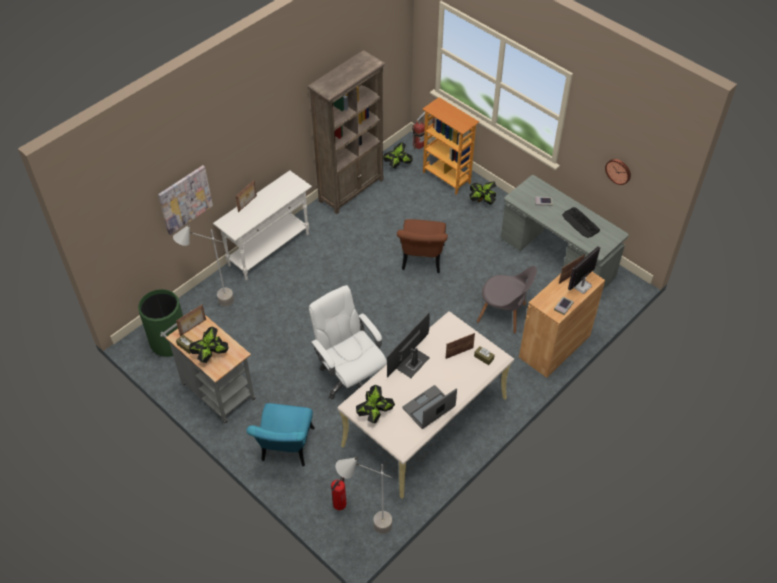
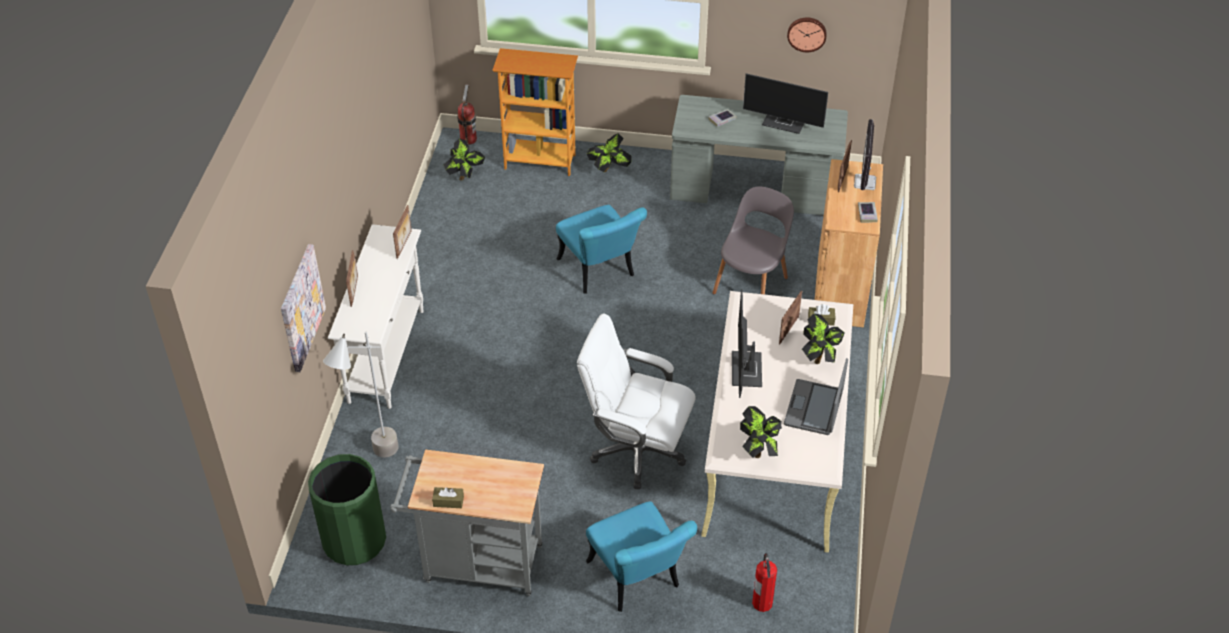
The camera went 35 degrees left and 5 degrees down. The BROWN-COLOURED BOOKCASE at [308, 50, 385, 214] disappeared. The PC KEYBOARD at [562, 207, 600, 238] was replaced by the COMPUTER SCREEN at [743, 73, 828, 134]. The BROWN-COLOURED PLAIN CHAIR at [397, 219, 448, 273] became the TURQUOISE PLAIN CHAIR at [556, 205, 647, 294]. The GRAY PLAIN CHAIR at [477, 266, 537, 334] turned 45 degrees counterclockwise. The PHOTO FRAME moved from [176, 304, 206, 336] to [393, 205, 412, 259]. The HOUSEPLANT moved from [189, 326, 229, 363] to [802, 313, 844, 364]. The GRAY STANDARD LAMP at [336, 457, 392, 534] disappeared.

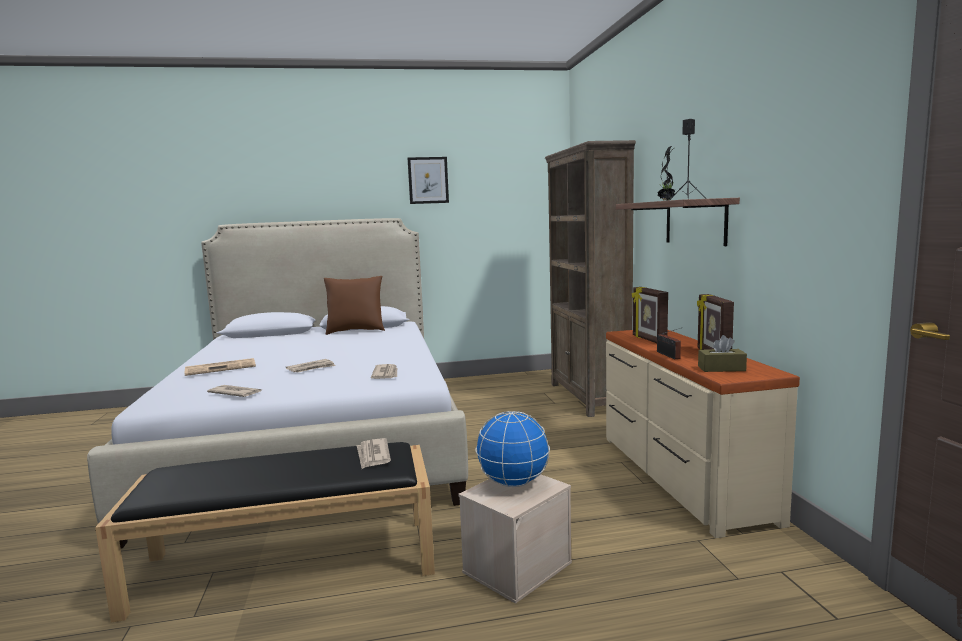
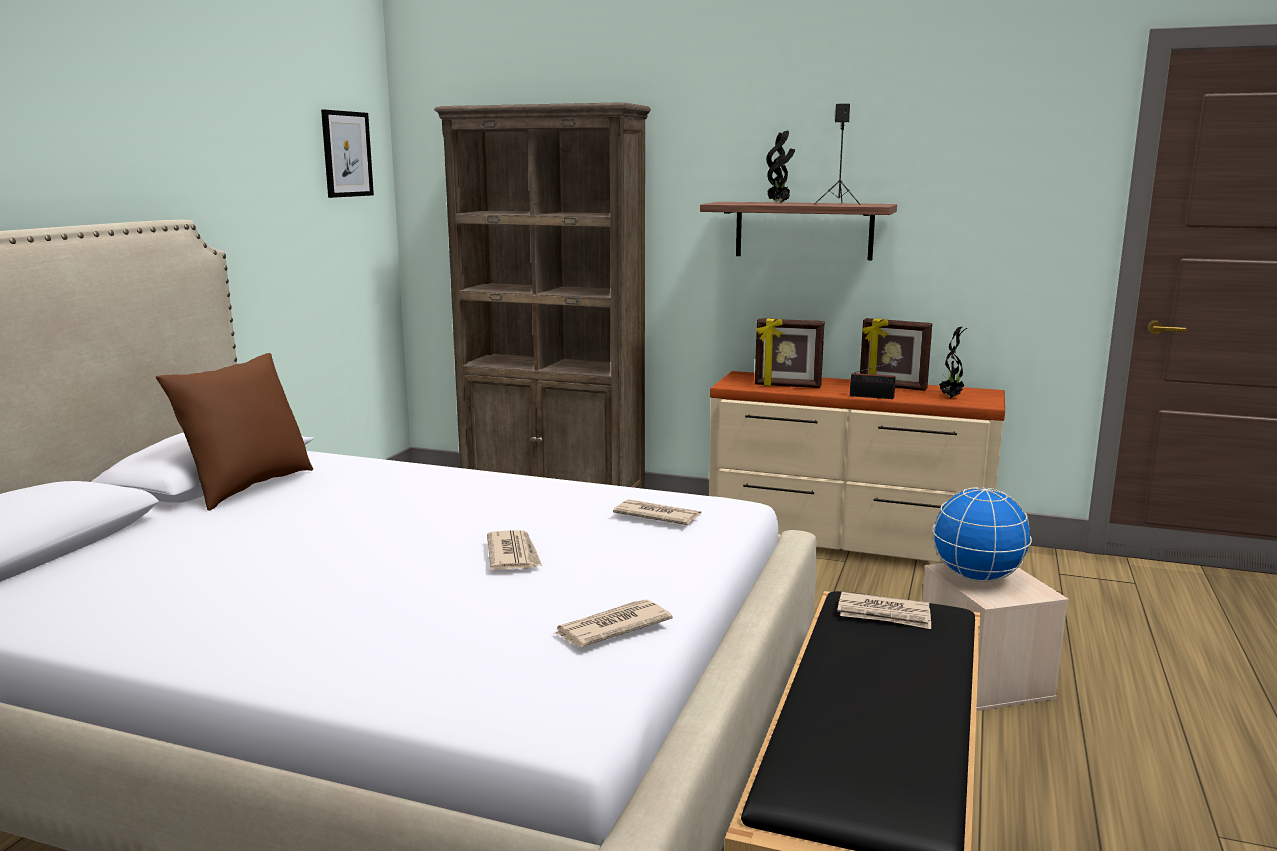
The camera went 60 degrees left and 5 degrees up. The PICTURE moved from [408, 157, 449, 204] to [321, 110, 374, 198]. The BROWN-COLOURED TISSUE HOLDER at [698, 335, 747, 372] was replaced by the HOUSEPLANT at [939, 327, 967, 398]. The PRINTED PAPER at [185, 358, 256, 376] disappeared.

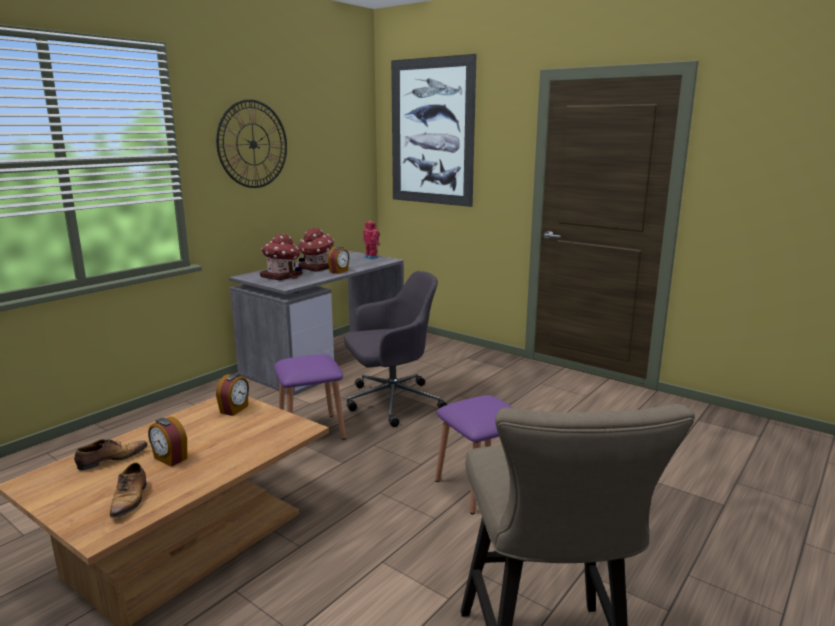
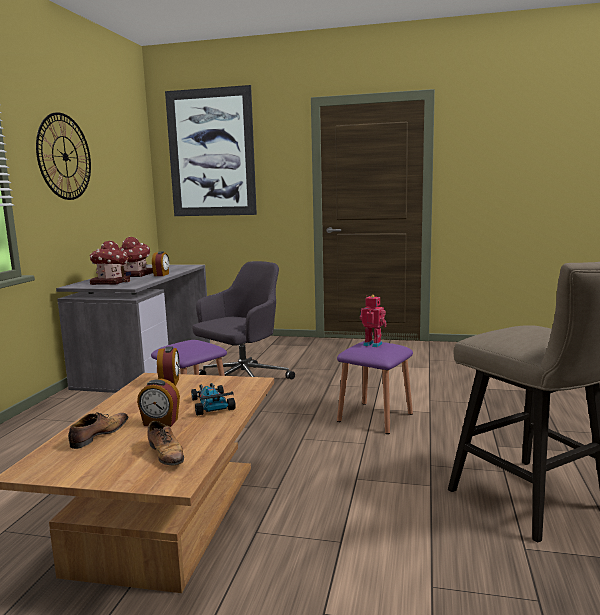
The camera went 25 degrees left and 5 degrees down. The MODEL ROBOT moved from [363, 220, 380, 259] to [360, 295, 387, 347]. The TOY CAR at [191, 383, 236, 415] appeared.

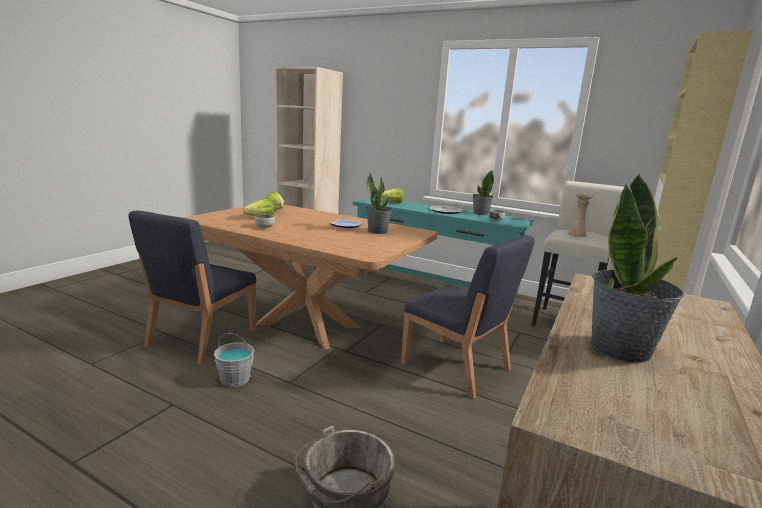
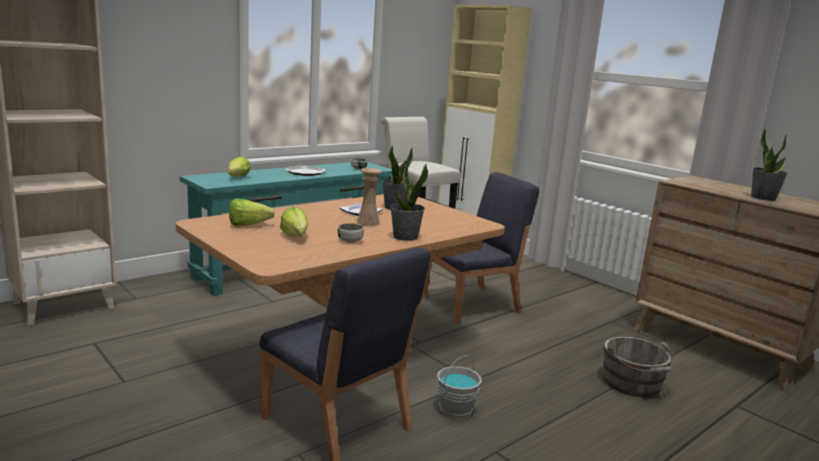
The camera went 70 degrees left and 0 degrees up. The HOUSEPLANT moved from [473, 170, 494, 215] to [390, 162, 428, 241]. The BEIGE DECORATIVE VASE moved from [568, 194, 593, 237] to [357, 168, 382, 226].

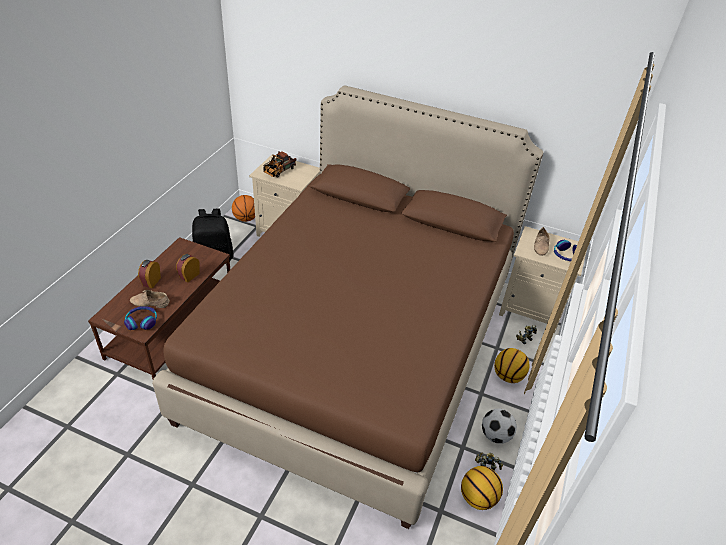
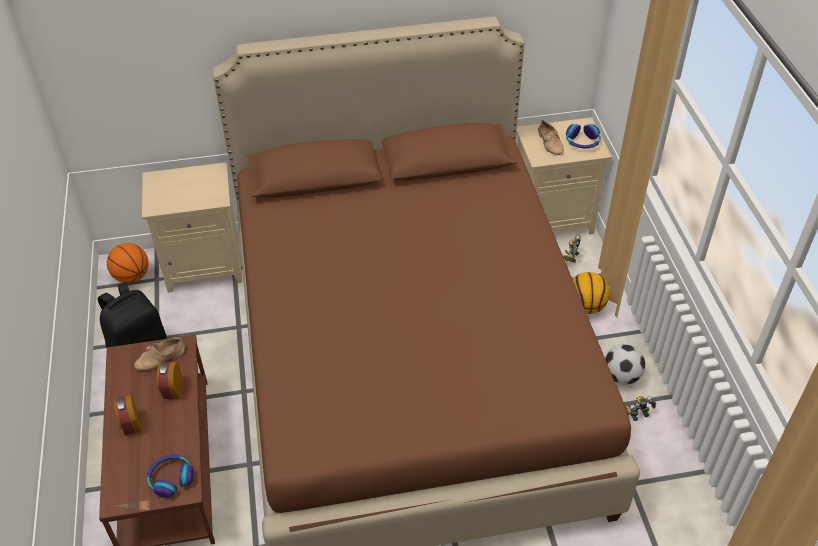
The camera went 30 degrees left and 5 degrees up. The TOY TRUCK at [263, 151, 297, 177] disappeared. The BEIGE SHOE moved from [130, 290, 170, 308] to [134, 337, 185, 371]. The BASKETBALL at [461, 466, 503, 510] disappeared.

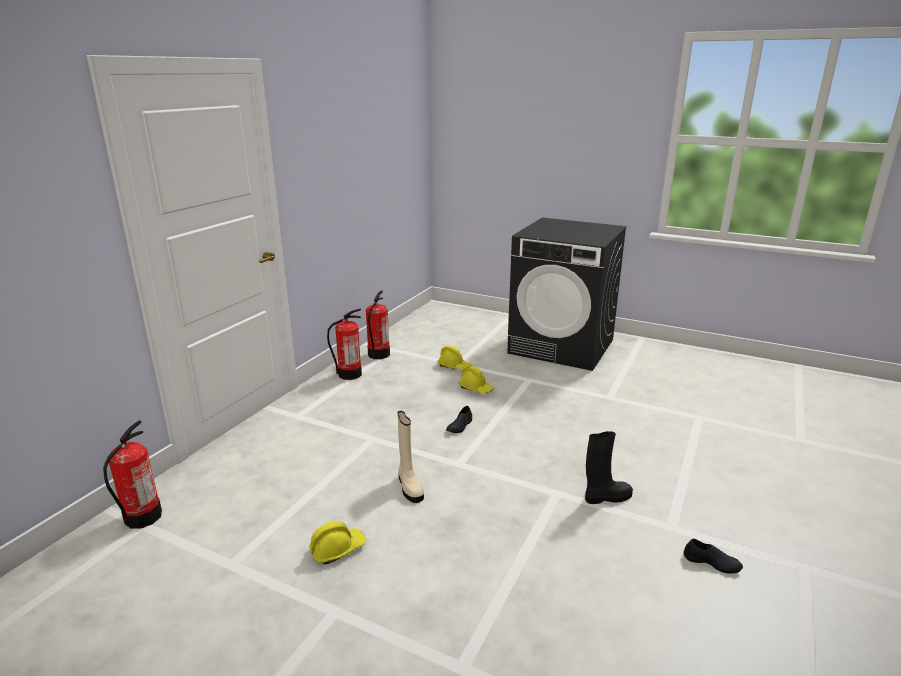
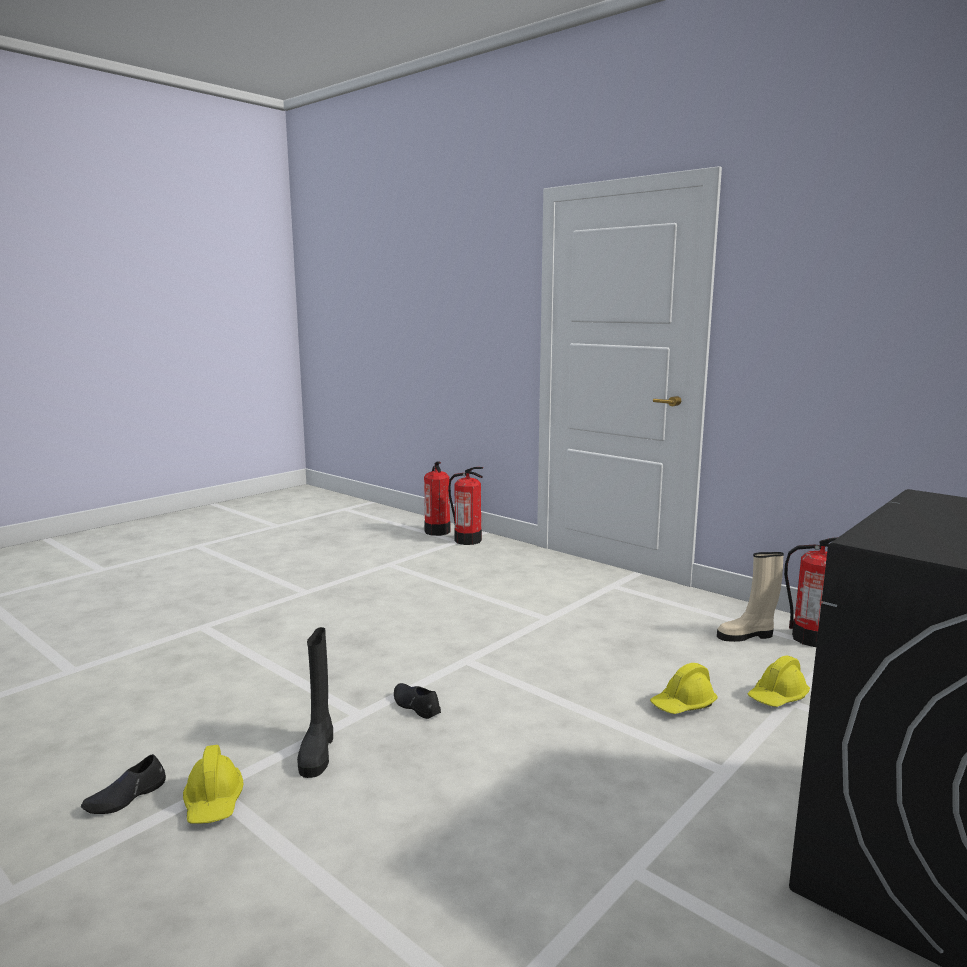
The camera went 105 degrees right and 10 degrees down. The FIRE-FIGHTING CYLINDER moved from [327, 309, 362, 380] to [424, 461, 451, 536]. The BLACKISH SHOE moved from [446, 406, 472, 433] to [394, 683, 441, 719]. The BEIGE HIGH-TOP BOOT moved from [398, 411, 424, 503] to [717, 552, 784, 642]. The YELLOWISH WORK HELMET moved from [309, 521, 366, 565] to [183, 745, 243, 824].

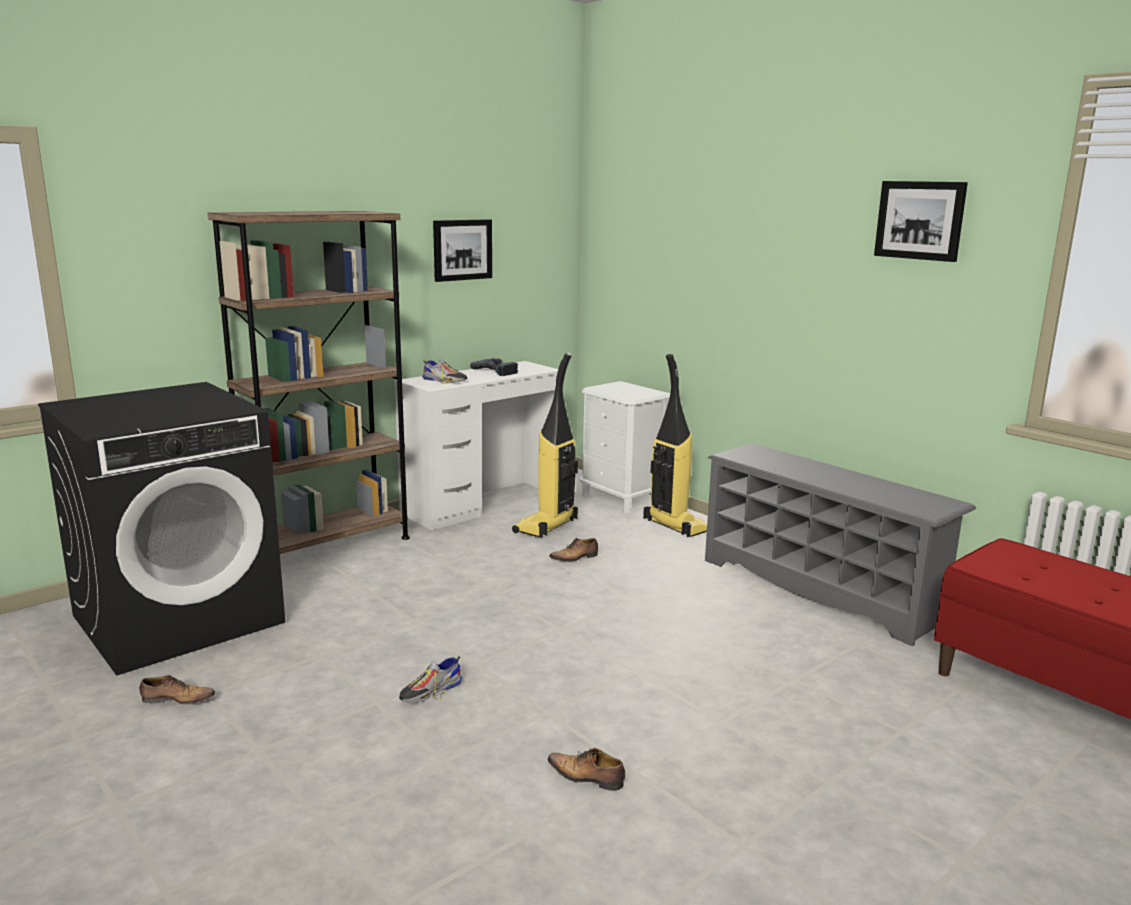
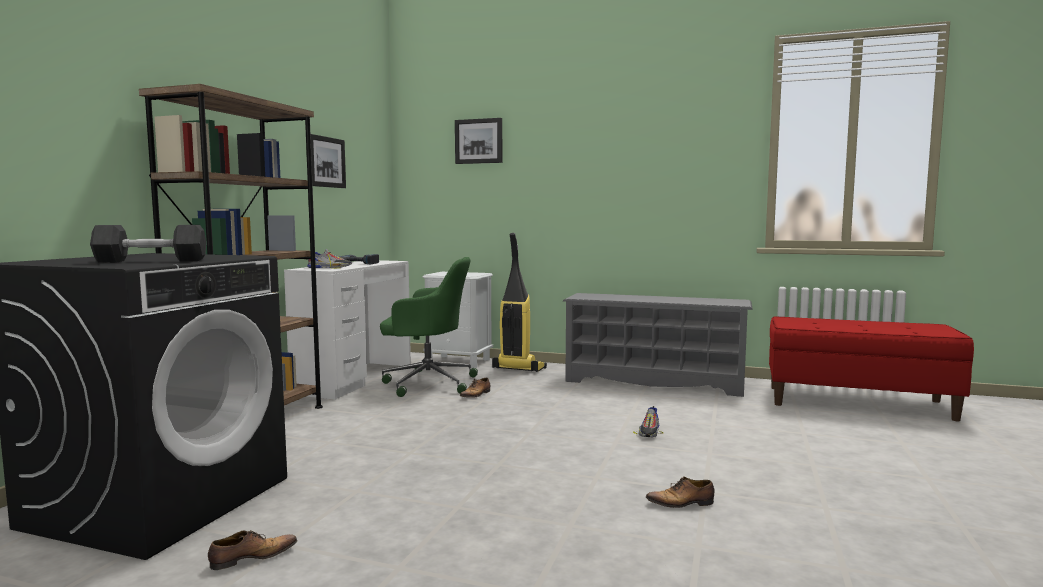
The camera went 30 degrees left and 10 degrees down. The PICTURE moved from [874, 181, 968, 262] to [455, 118, 502, 164]. The VACUUM CLEANER at [512, 353, 578, 538] was replaced by the GREEN COMPUTER CHAIR at [380, 257, 478, 397]. The SHOE moved from [399, 656, 462, 703] to [633, 406, 663, 437]. The GRAY HAND WEIGHT at [90, 225, 206, 263] appeared.

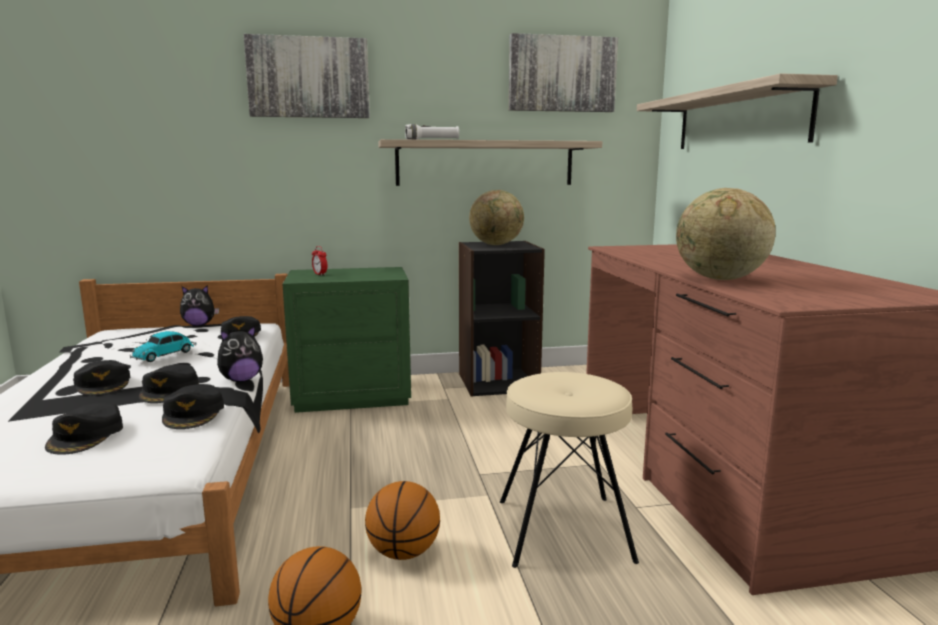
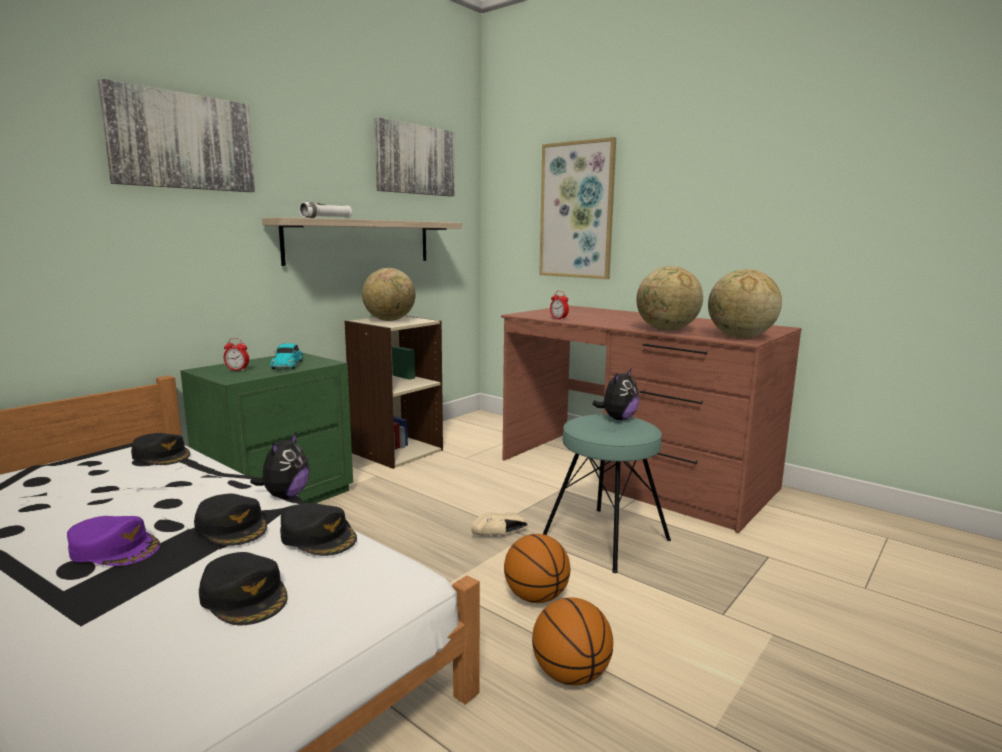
The camera went 40 degrees left and 0 degrees up. The WALL SHELF at [637, 73, 838, 149] was replaced by the PICTURE at [539, 137, 616, 279]. The BLACKISH BOOKCASE at [459, 241, 545, 397] became the BEIGE BOOKCASE at [344, 316, 443, 469]. The PLUSH TOY moved from [180, 286, 219, 326] to [592, 369, 639, 420]. The TOY CAR moved from [130, 331, 197, 362] to [271, 343, 303, 369]. The BLACKISH CAP at [73, 360, 130, 396] became the PURPLE-COLOURED CAP at [67, 516, 160, 566]. The BEIGE STOOL SEAT at [500, 372, 639, 568] became the TURQUOISE STOOL SEAT at [543, 414, 671, 573]. The DESK GLOBE at [708, 269, 782, 338] appeared. The BEDSIDE CLOCK at [550, 291, 569, 320] appeared. The BEIGE SHOE at [471, 512, 528, 536] appeared.

